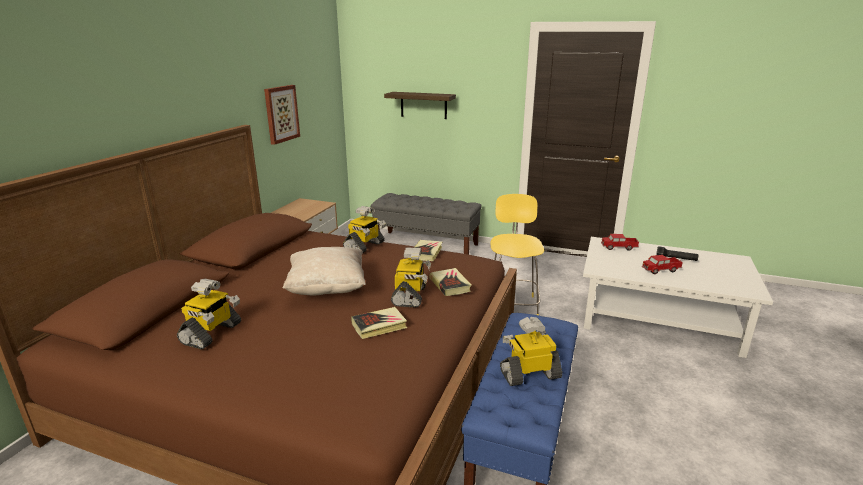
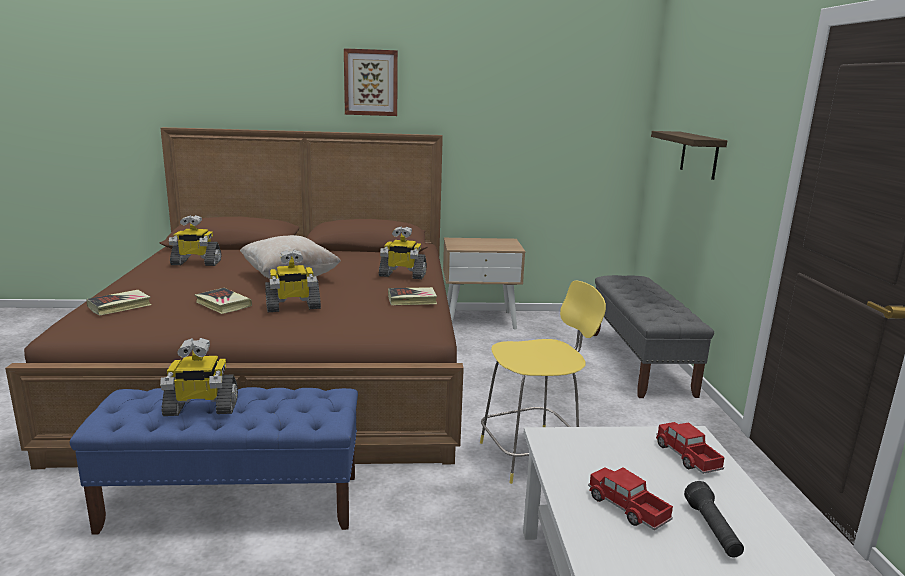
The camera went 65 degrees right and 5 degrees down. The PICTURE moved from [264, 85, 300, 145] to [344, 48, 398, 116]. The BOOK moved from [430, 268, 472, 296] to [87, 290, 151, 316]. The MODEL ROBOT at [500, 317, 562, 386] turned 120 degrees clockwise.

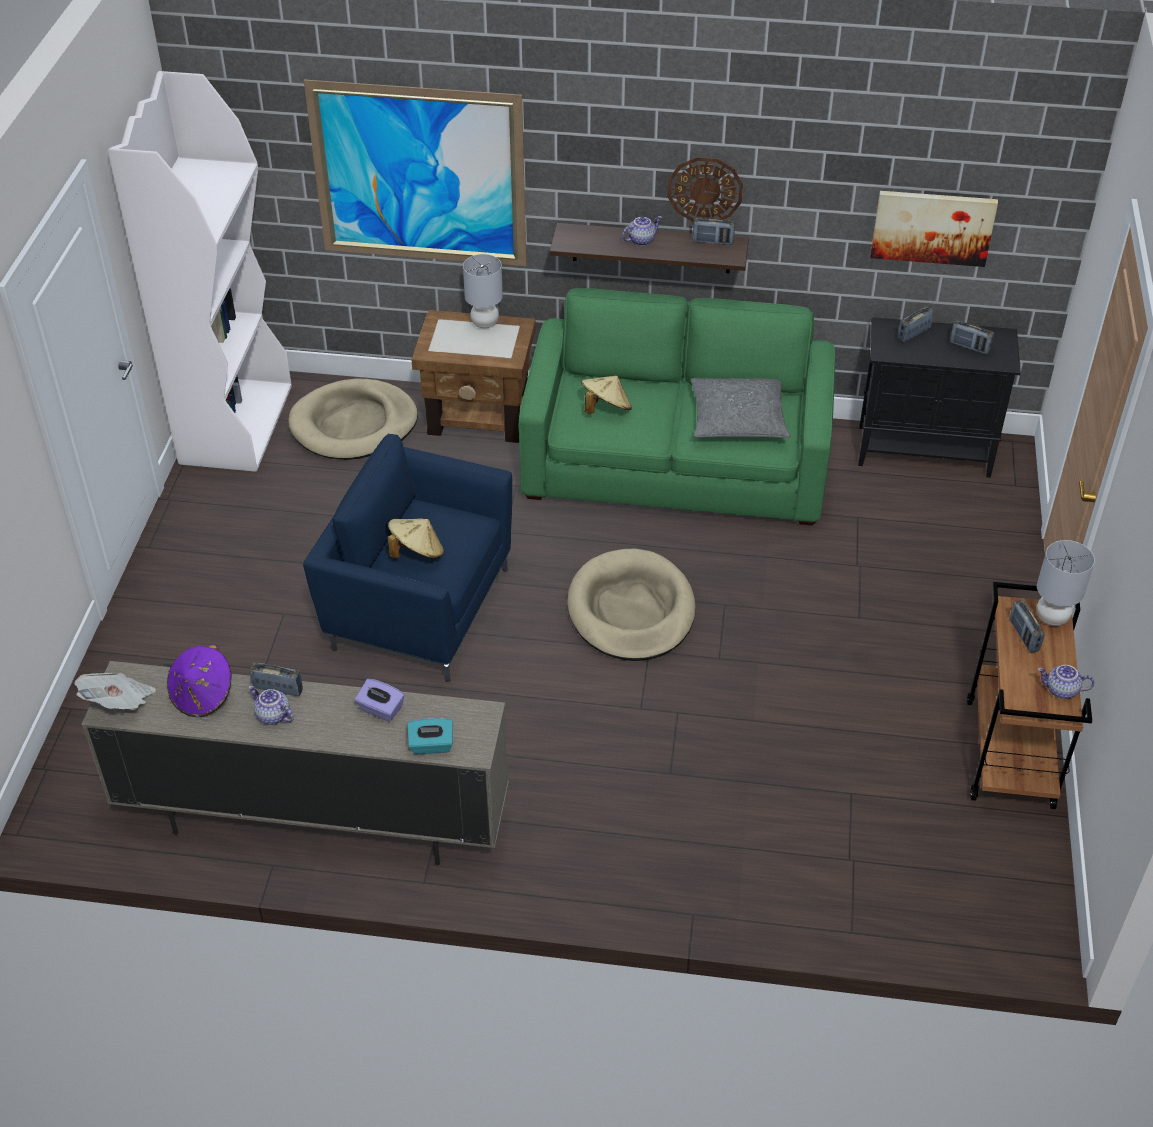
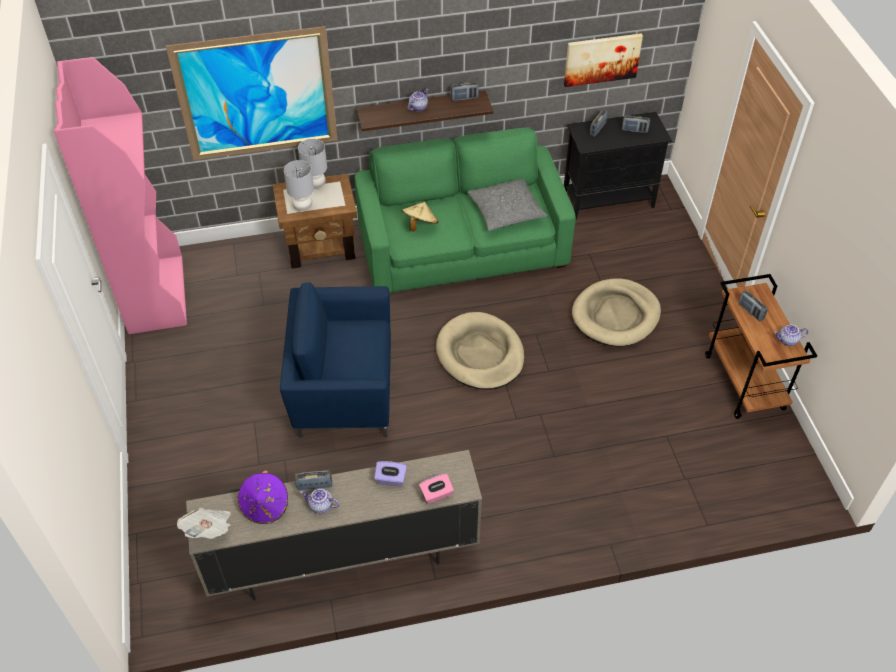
The camera went 20 degrees left and 5 degrees up. The WHITE-COLOURED BOOKCASE at [108, 71, 292, 472] became the PINKISH BOOKCASE at [54, 57, 187, 334]. The HANGING CLOCK at [668, 157, 743, 222] disappeared. The BEIGE DOG BED moved from [288, 379, 418, 460] to [572, 278, 661, 346]. The BEIGE WEARABLE HAT at [388, 518, 444, 558] disappeared. The GRAY TABLE LAMP moved from [1036, 540, 1095, 626] to [284, 160, 314, 211]. The TURQUOISE TISSUE HOLDER at [407, 718, 453, 754] became the PINKISH TISSUE HOLDER at [419, 474, 454, 504].

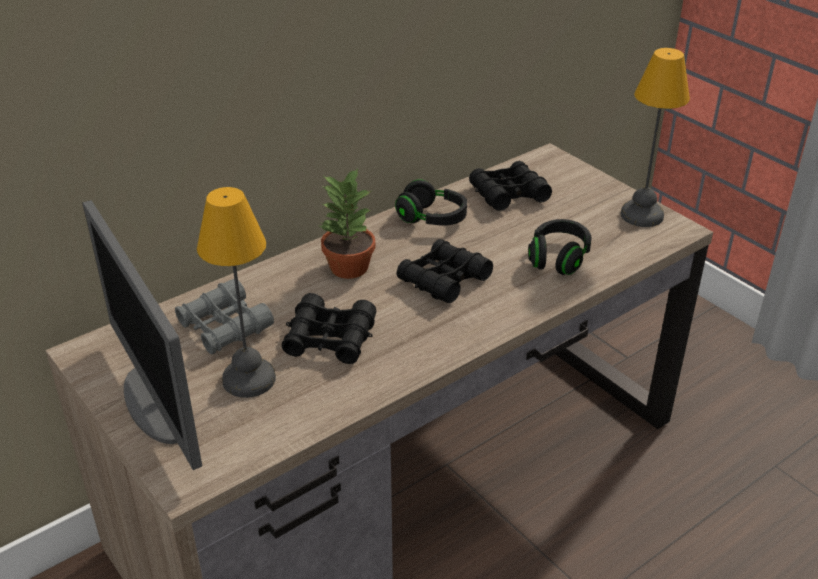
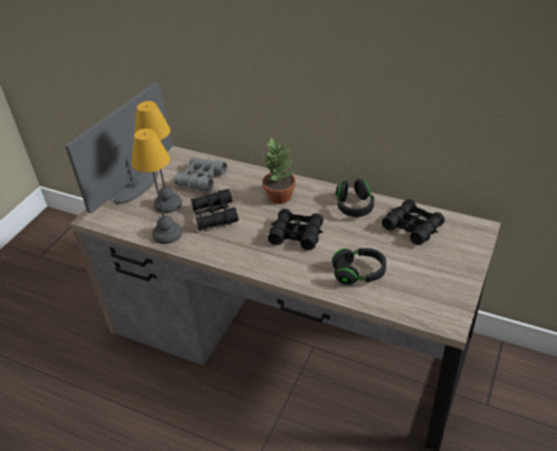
The camera went 65 degrees right and 5 degrees up. The TABLE LAMP moved from [620, 48, 690, 227] to [132, 128, 182, 244].

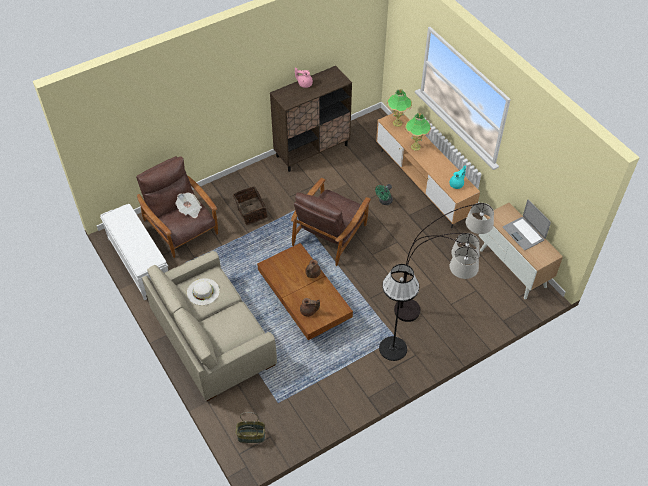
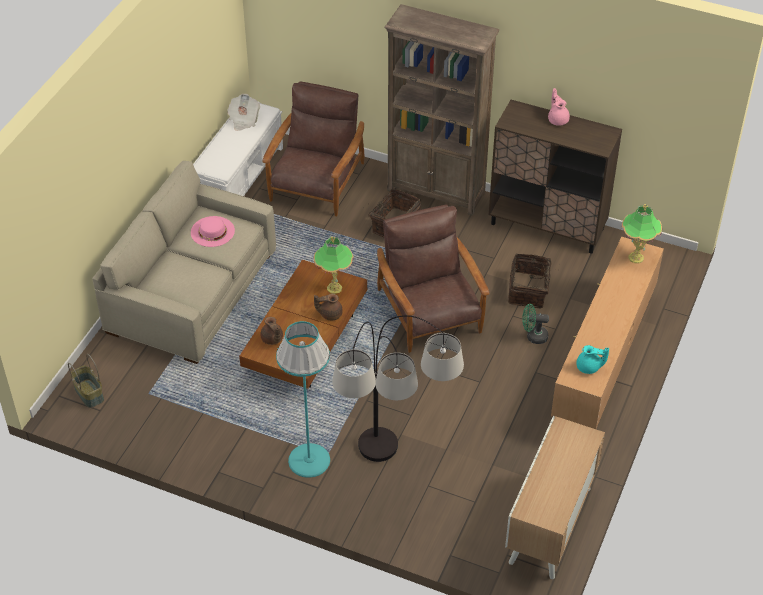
The camera went 55 degrees right and 5 degrees down. The TABLE LAMP moved from [405, 113, 431, 151] to [314, 237, 354, 294]. The BROWN-COLOURED ARMCHAIR at [291, 178, 371, 266] turned 75 degrees clockwise. The PRINTED PAPER moved from [175, 193, 202, 218] to [227, 94, 260, 131]. The LAPTOP at [503, 200, 551, 250] disappeared. The BLACKISH STANDARD LAMP at [379, 264, 419, 361] became the TURQUOISE STANDARD LAMP at [276, 321, 330, 478]. The WHITE-COLOURED WEARABLE HAT at [187, 278, 220, 305] became the PINKISH WEARABLE HAT at [191, 216, 235, 247]. The BROWN-COLOURED BOOKCASE at [384, 4, 499, 216] appeared. The STORAGE BASKET at [508, 253, 552, 309] appeared.

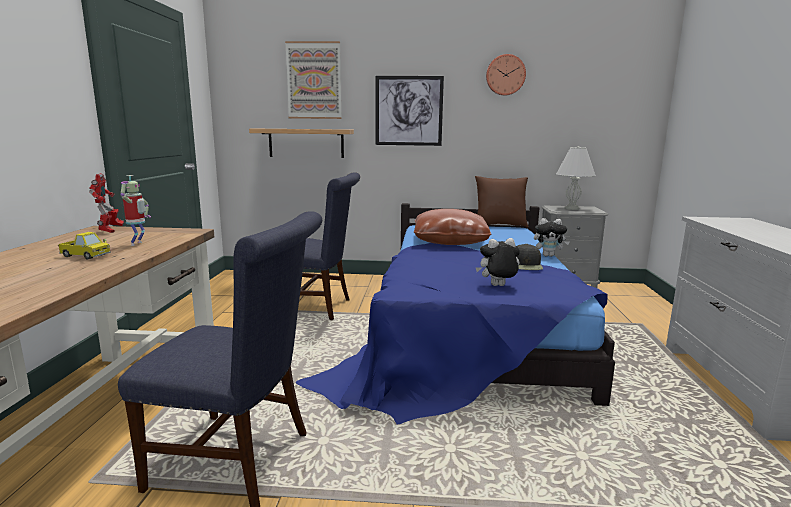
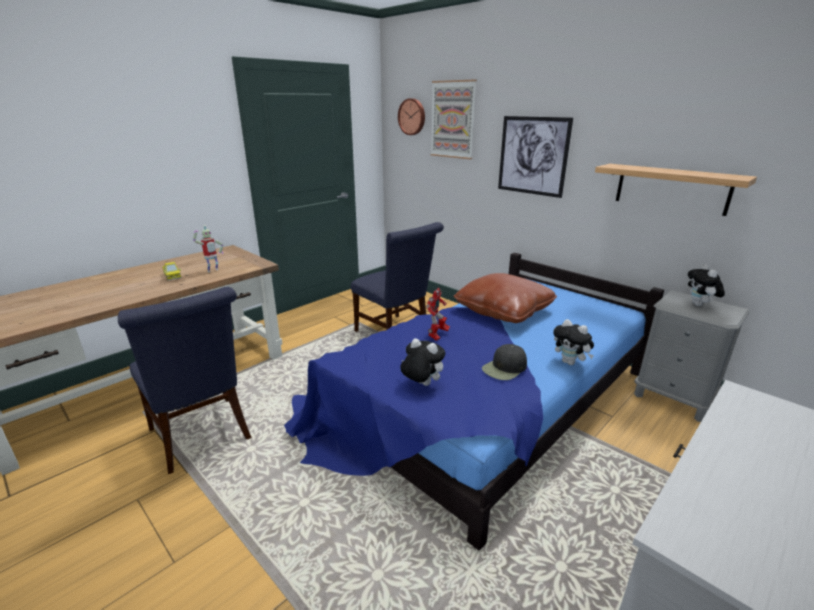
The camera went 40 degrees right and 10 degrees up. The HANGING CLOCK moved from [486, 54, 526, 96] to [398, 98, 425, 135]. The WALL SHELF moved from [249, 129, 354, 158] to [595, 164, 757, 216]. The WHITE-COLOURED TABLE LAMP at [556, 146, 596, 210] was replaced by the PLUSH TOY at [688, 264, 725, 306]. The MODEL ROBOT moved from [89, 173, 124, 233] to [426, 288, 450, 341]. The BROWN-COLOURED CUSHION at [475, 176, 528, 227] disappeared.

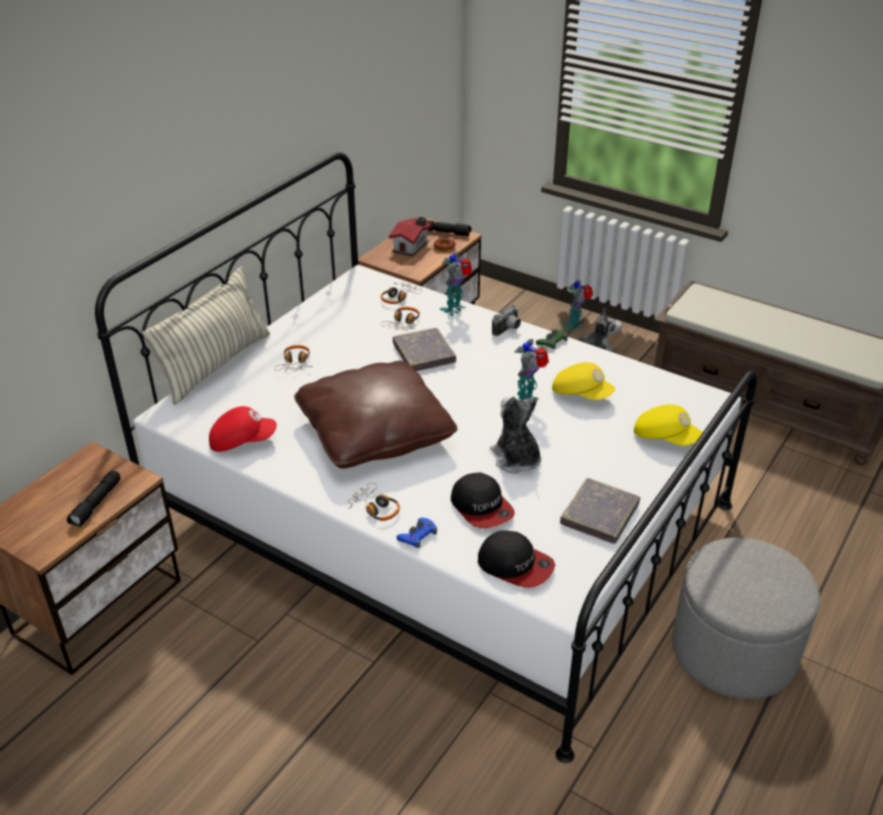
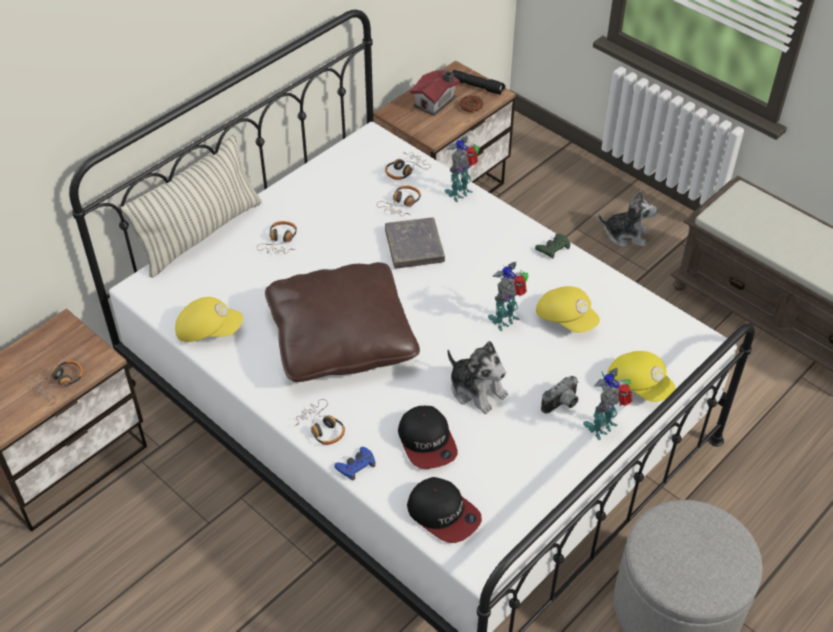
The camera went 10 degrees right and 10 degrees up. The MODEL ROBOT moved from [562, 280, 593, 332] to [583, 368, 632, 440]. The PHOTO CAMERA moved from [492, 305, 521, 336] to [541, 376, 579, 414]. The PLUSH TOY at [490, 397, 541, 474] turned 150 degrees clockwise. The REDDISH CAP at [209, 406, 277, 452] became the YELLOWISH CAP at [175, 297, 243, 342]. The BLACKISH TORCH at [67, 470, 121, 527] was replaced by the HEADSET at [28, 360, 83, 399]. The GRAY BOOK at [560, 478, 640, 544] disappeared.

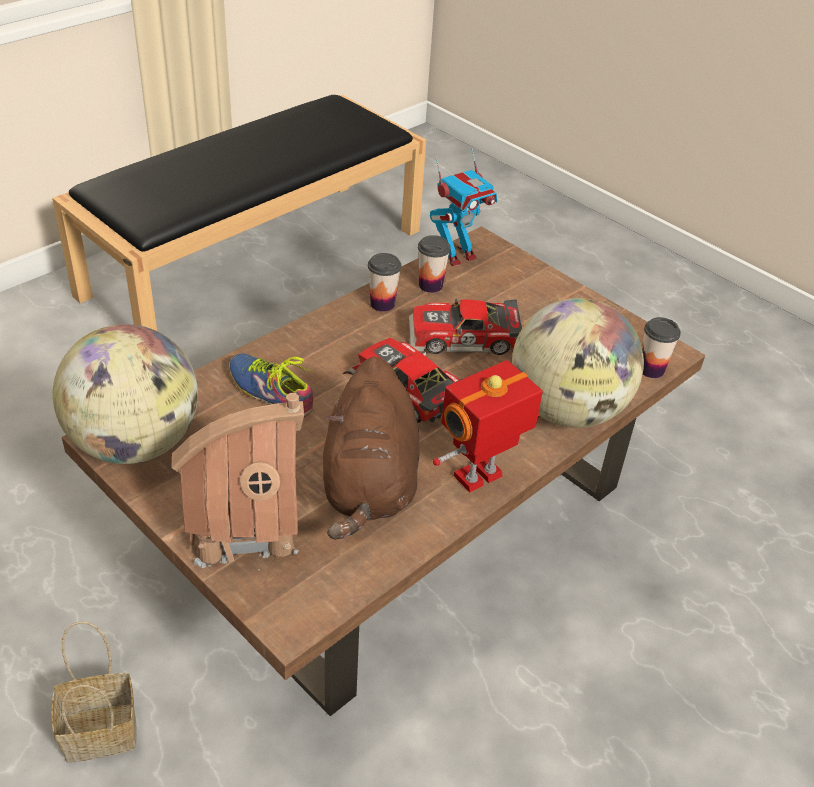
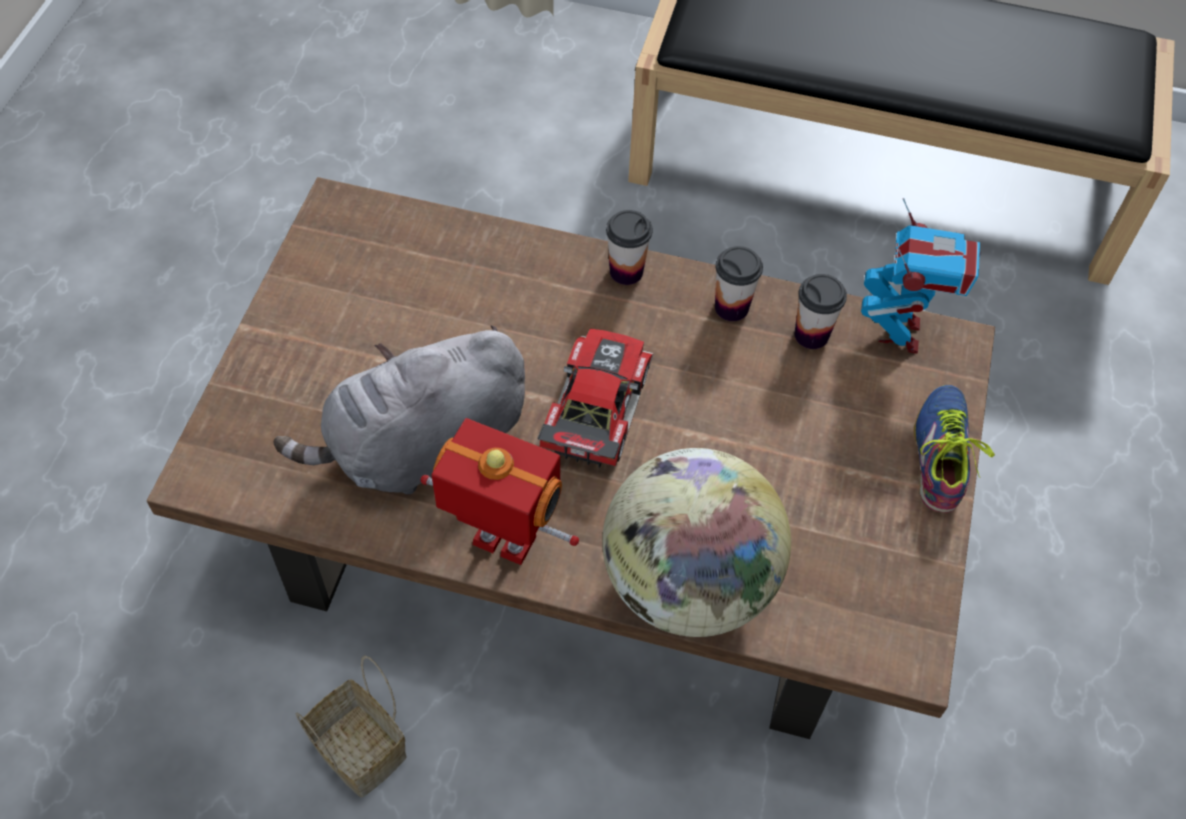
The camera went 60 degrees right and 15 degrees up. The MODEL ROBOT at [430, 148, 497, 266] turned 105 degrees counterclockwise. The TOY CAR at [409, 299, 522, 355] disappeared. The DRINKING CUP moved from [642, 317, 681, 378] to [606, 210, 652, 285]. The DESK GLOBE at [53, 324, 198, 464] disappeared. The SHOE moved from [229, 353, 314, 417] to [914, 385, 995, 513]. The BROWN-COLOURED PLUSH TOY at [323, 356, 419, 540] became the GRAY PLUSH TOY at [273, 325, 525, 494]. The MINIATURE HOUSE at [171, 393, 304, 570] disappeared. The STORAGE BASKET moved from [52, 621, 137, 762] to [295, 655, 407, 797].

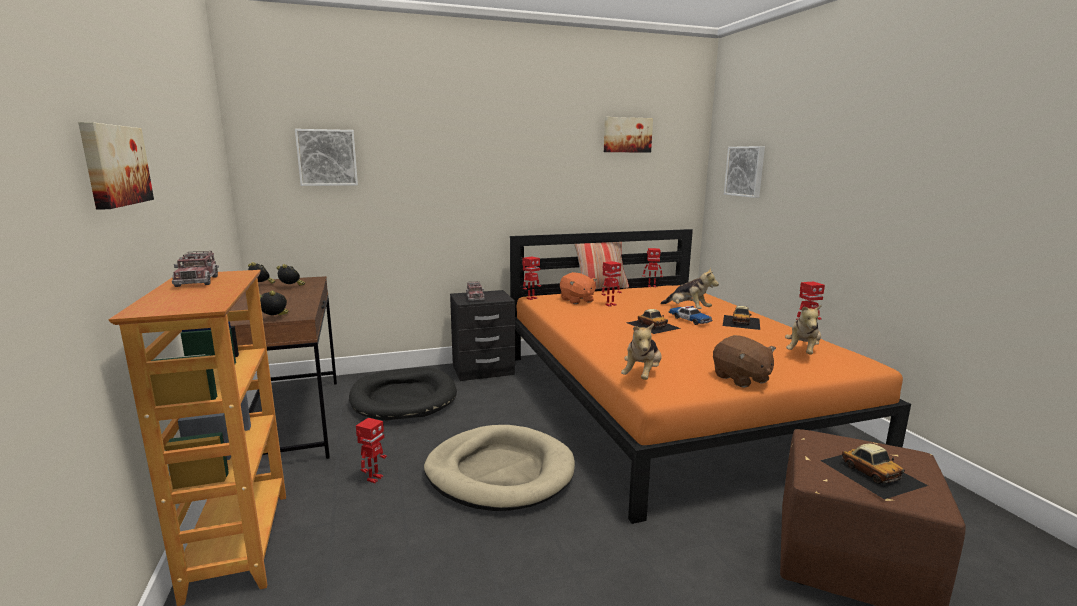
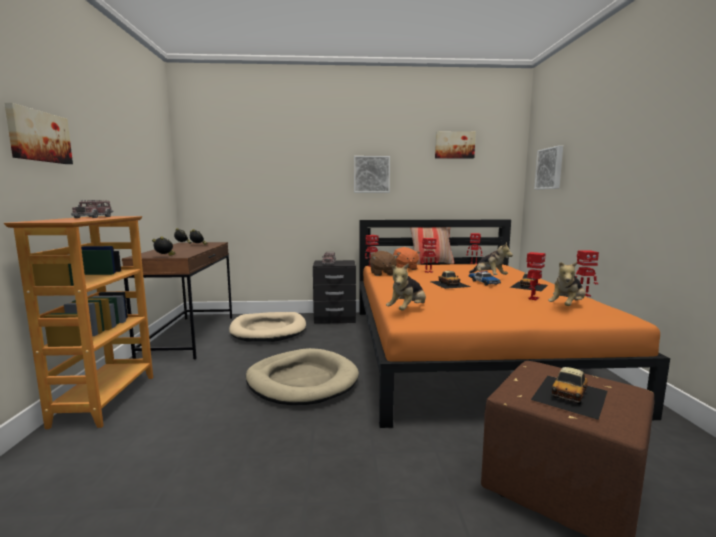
The camera went 15 degrees right and 5 degrees down. The PICTURE moved from [295, 129, 358, 186] to [354, 156, 390, 193]. The BROWN-COLOURED PLUSH TOY moved from [713, 335, 776, 388] to [370, 251, 398, 276]. The BLACKISH DOG BED at [349, 368, 457, 421] became the BEIGE DOG BED at [229, 312, 306, 342]. The MODEL ROBOT moved from [356, 418, 387, 484] to [527, 252, 546, 301]. The TOY CAR at [820, 443, 928, 499] turned 45 degrees clockwise.

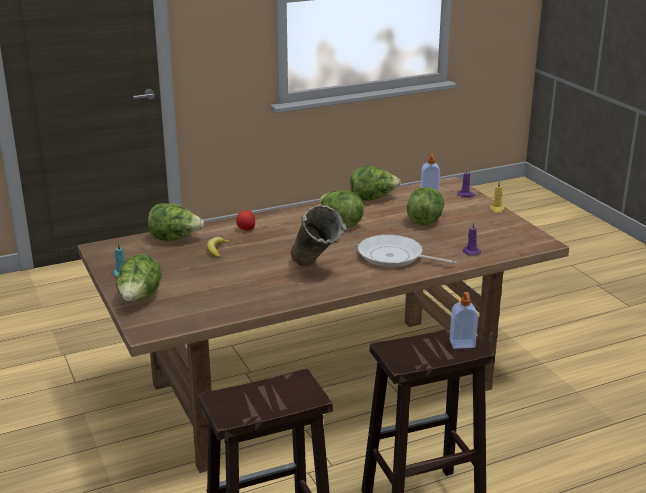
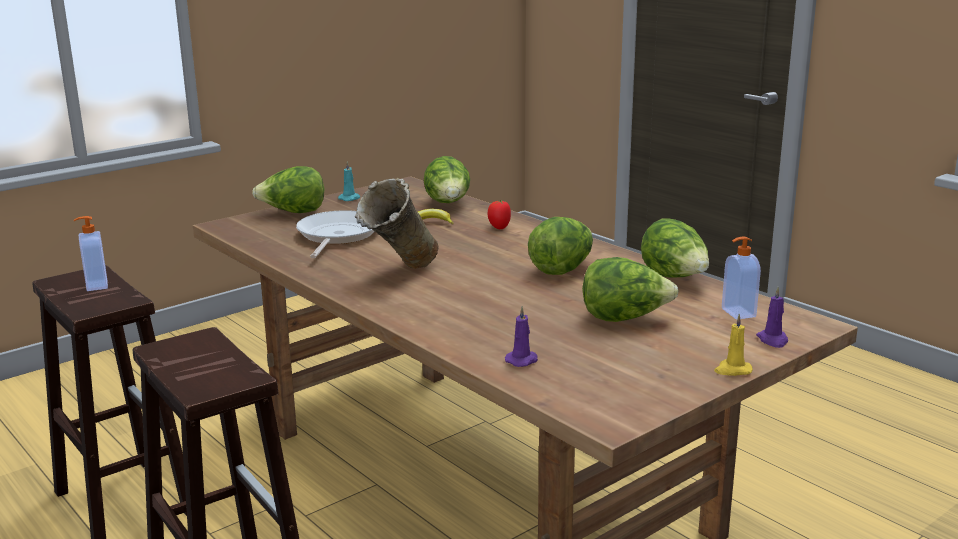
The camera went 75 degrees right and 5 degrees down. The PAN moved from [358, 234, 457, 267] to [296, 210, 374, 258]. The SOAP BOTTLE moved from [450, 292, 478, 349] to [74, 216, 108, 291].

